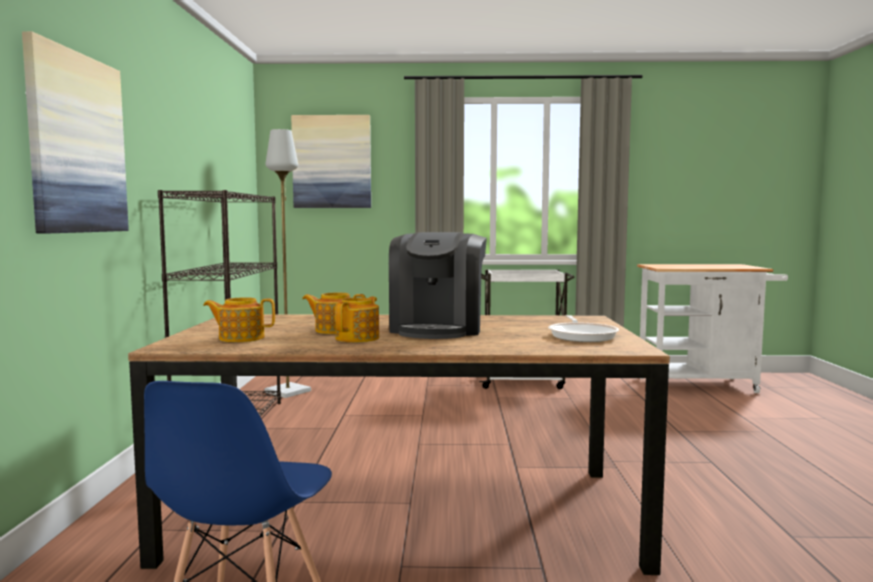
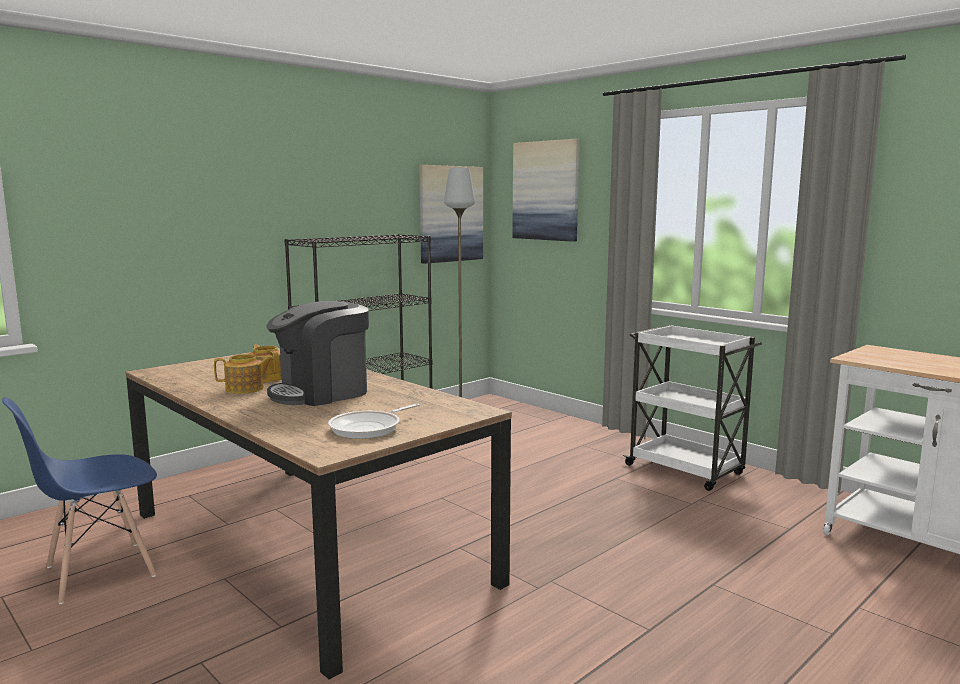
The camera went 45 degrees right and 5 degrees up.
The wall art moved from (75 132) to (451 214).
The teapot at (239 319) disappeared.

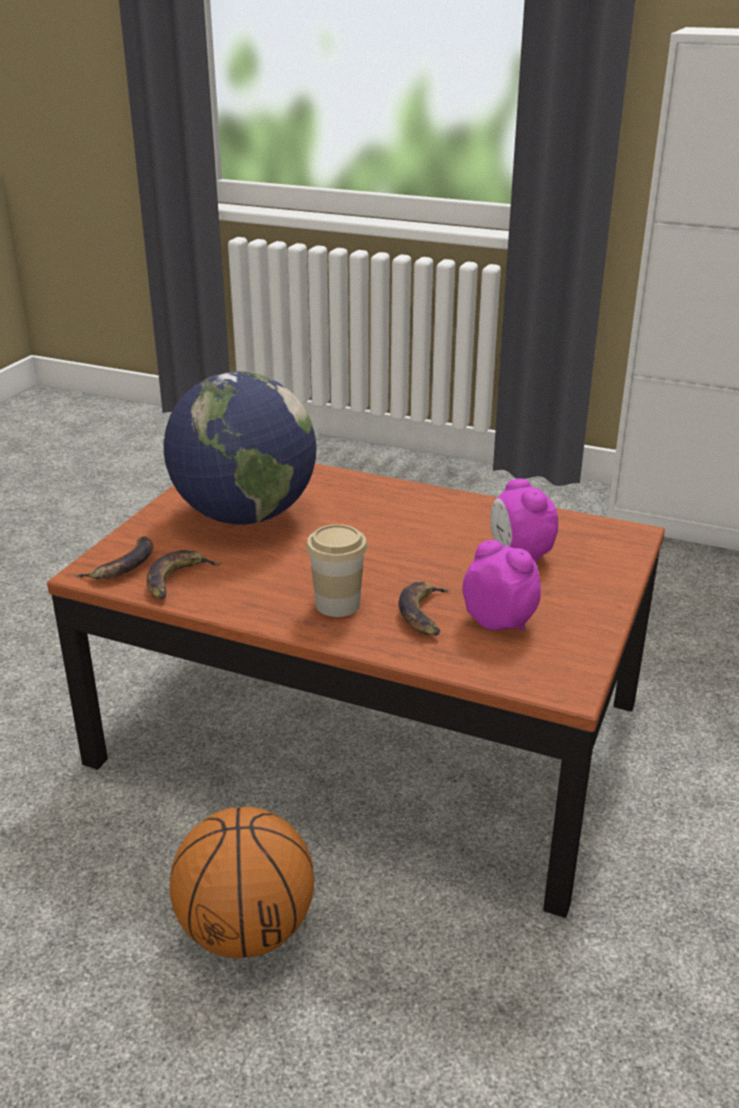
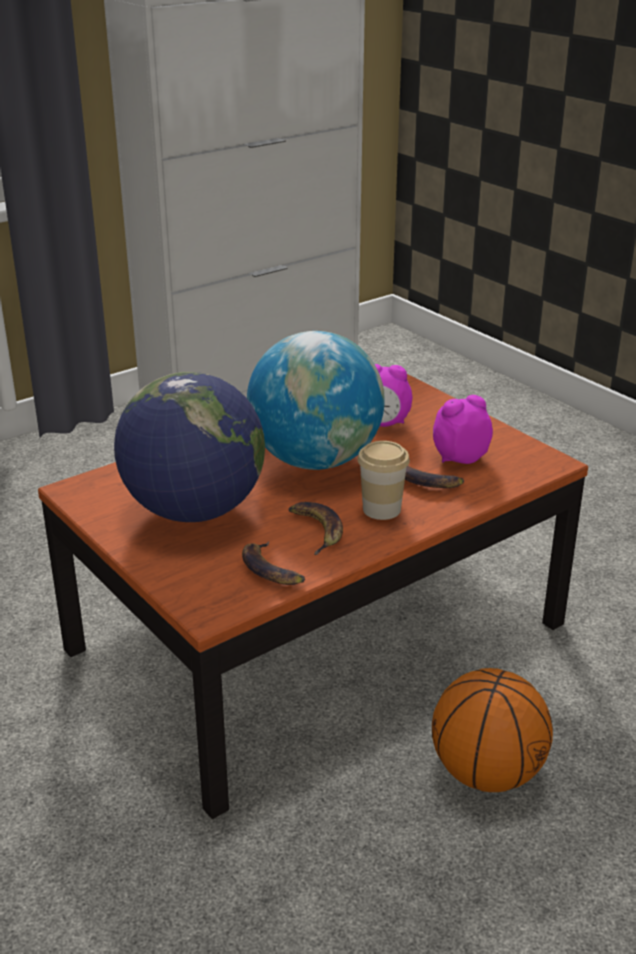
The camera went 60 degrees left and 0 degrees up.
The banana fruit moved from (113 558) to (315 528).
The globe at (316 400) appeared.

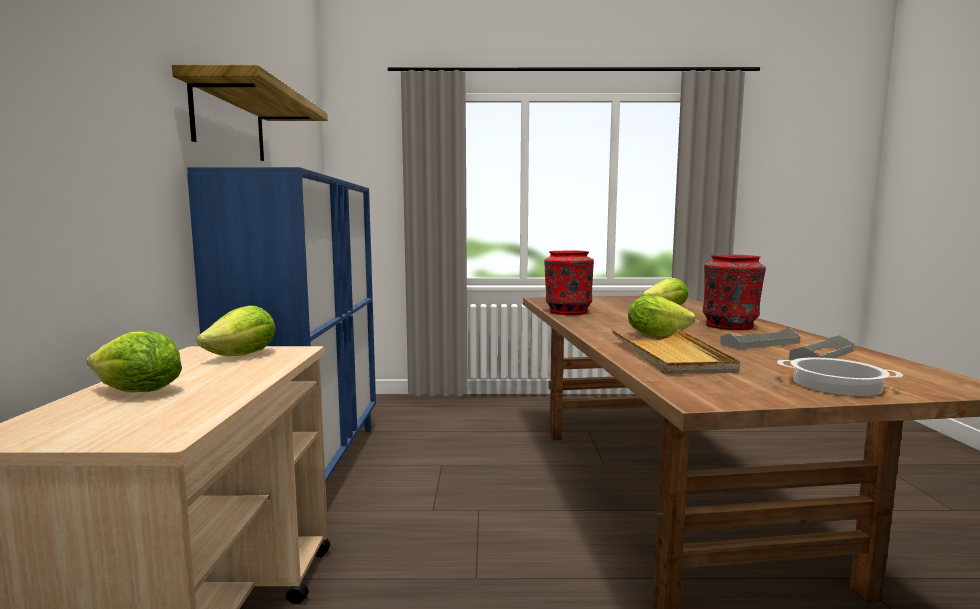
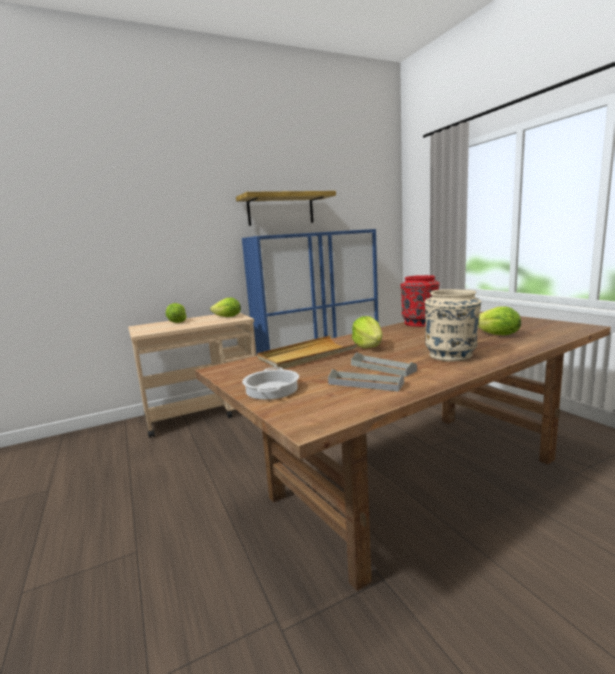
The camera went 65 degrees right and 5 degrees up.
The red flower vase at (734 292) became the beige flower vase at (453 325).

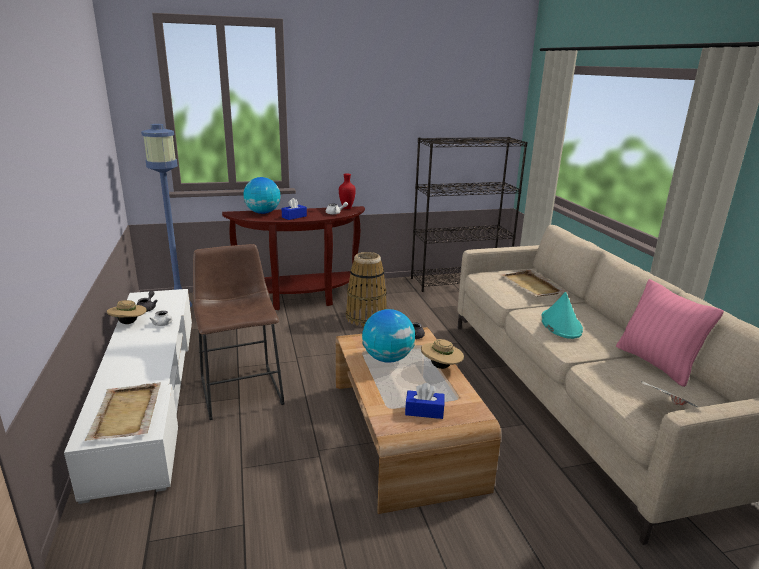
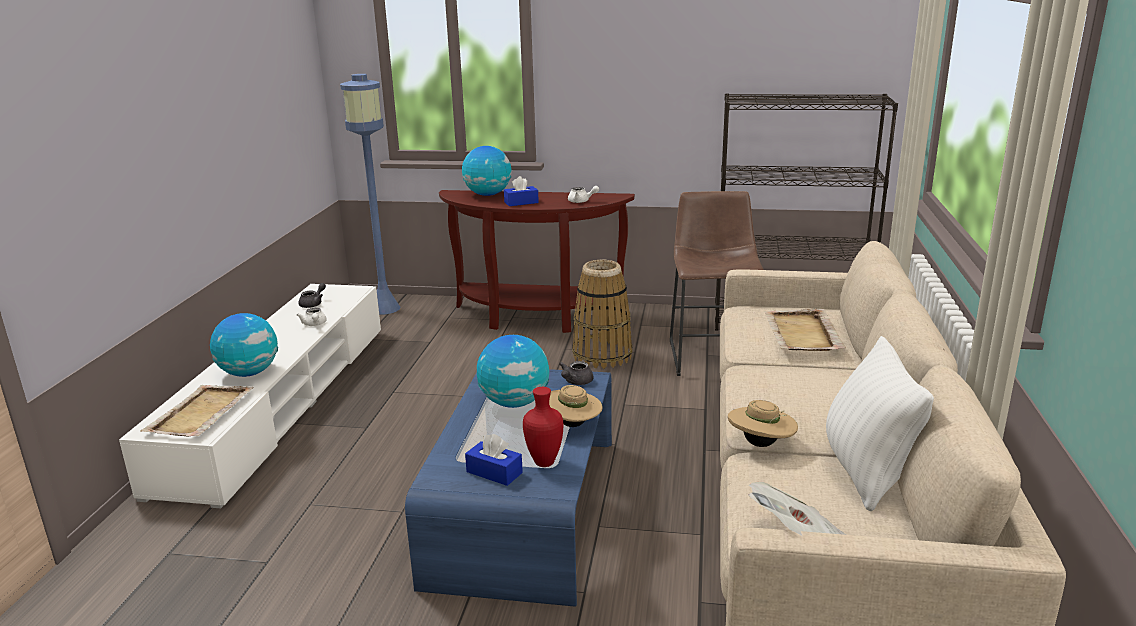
The camera went 25 degrees right and 0 degrees up.
The beige wearable hat moved from (127 312) to (763 423).
The brown stool moved from (238 332) to (717 283).
The brown low table at (418 420) became the blue-coloured low table at (508 488).
The red flower vase moved from (347 191) to (543 427).
The turquoise-coloured wearable hat at (562 315) disappeared.
The pink cushion at (670 333) became the white cushion at (880 423).
The globe at (244 345) appeared.

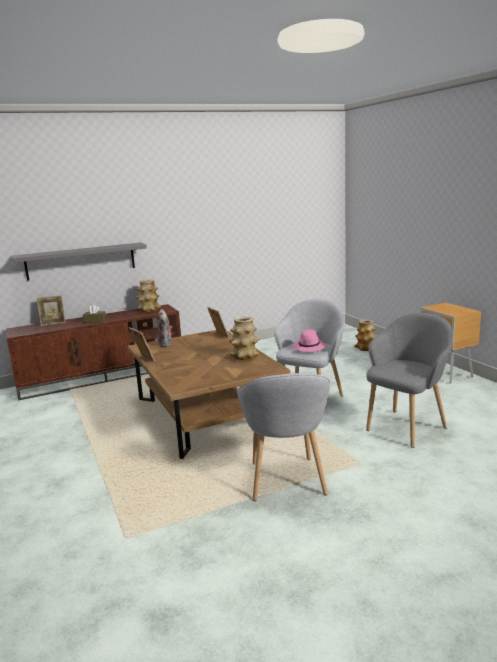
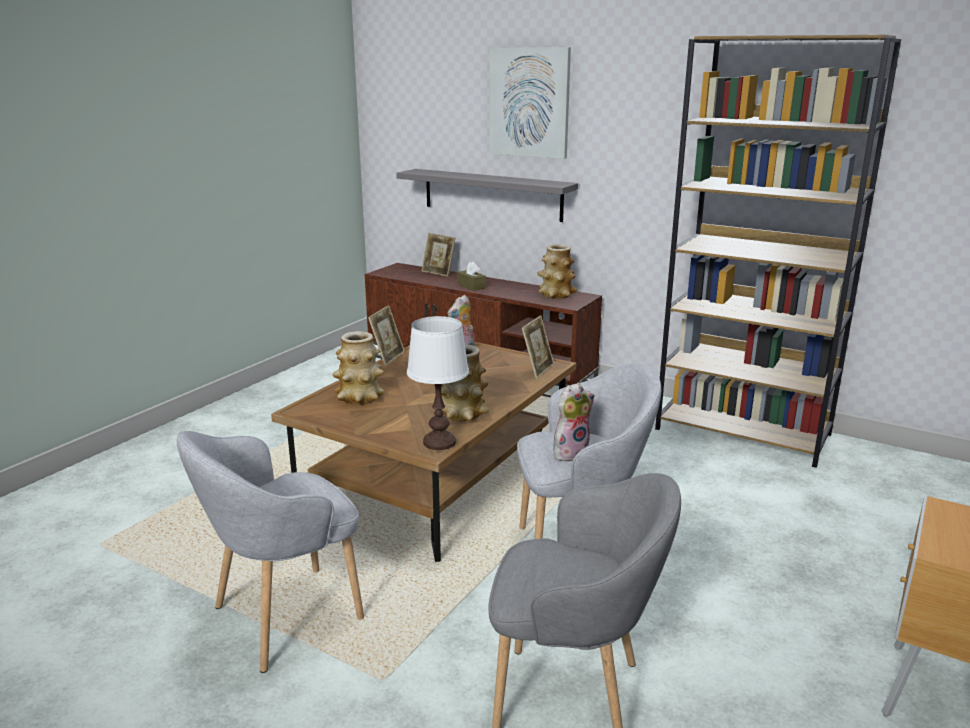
The camera went 55 degrees right and 5 degrees up.
The pink wearable hat at (310 340) was replaced by the soft toy at (574 422).
The flower vase moved from (365 335) to (358 368).
The white tabletop lamp at (438 383) appeared.
The wall art at (530 103) appeared.
The brown bookcase at (778 251) appeared.

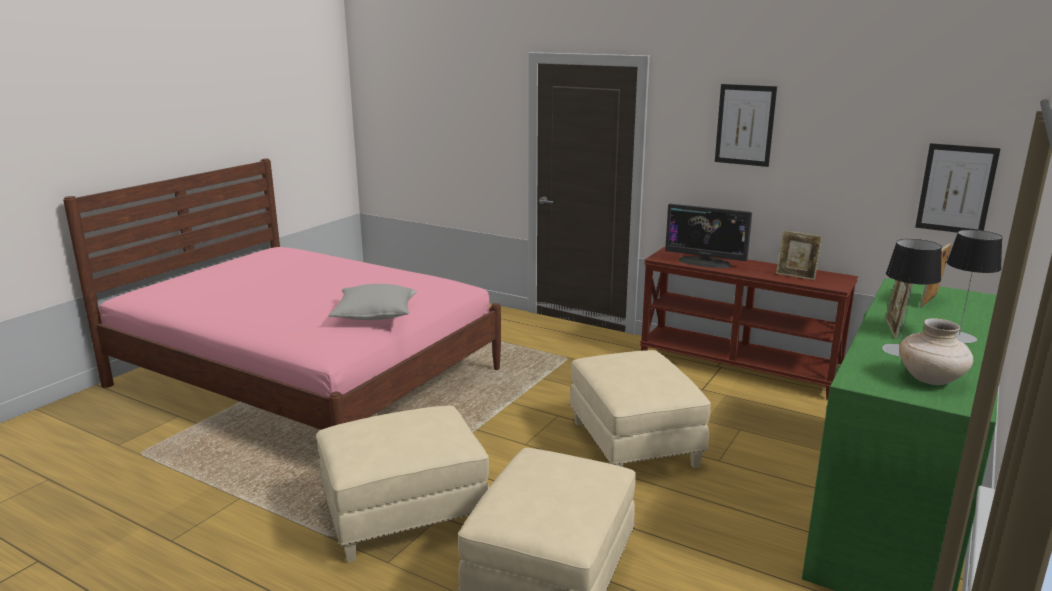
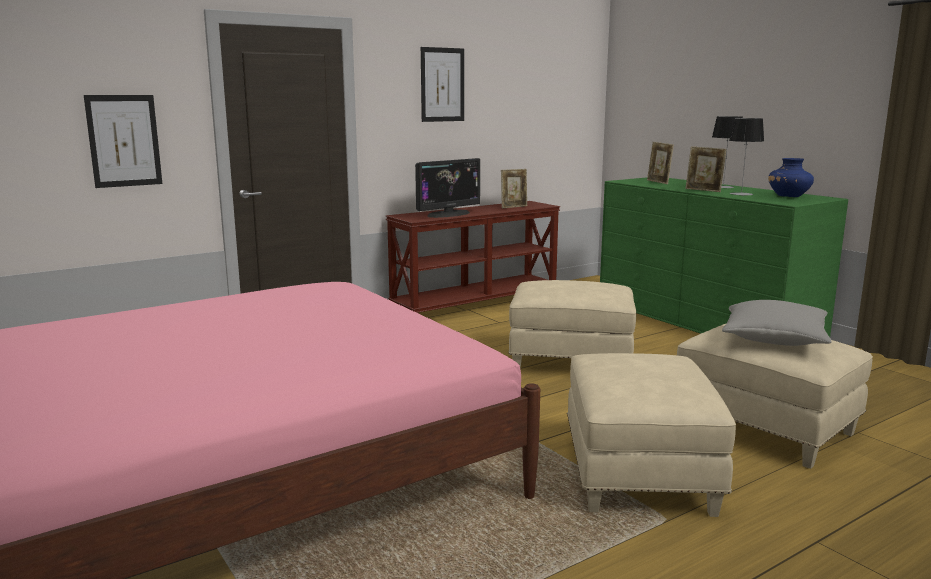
The camera went 65 degrees left and 5 degrees down.
The grey cushion moved from (372 302) to (776 323).
The beige flower vase at (936 351) became the blue-coloured flower vase at (791 177).
The wall art moved from (958 188) to (123 141).

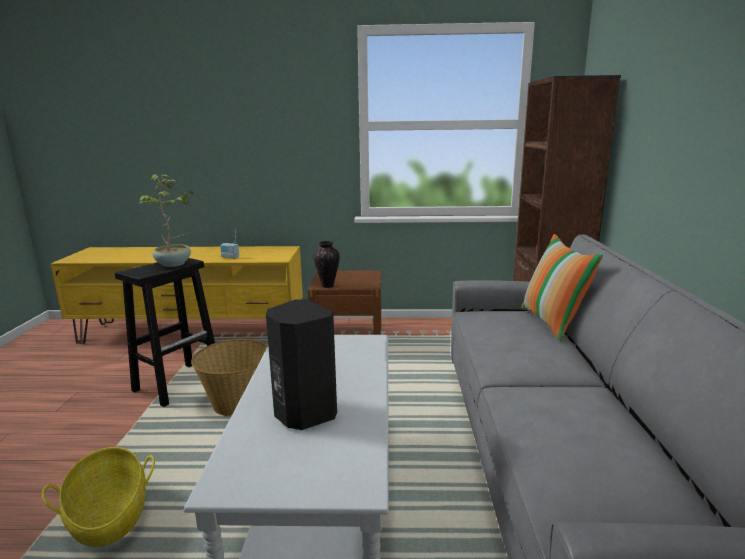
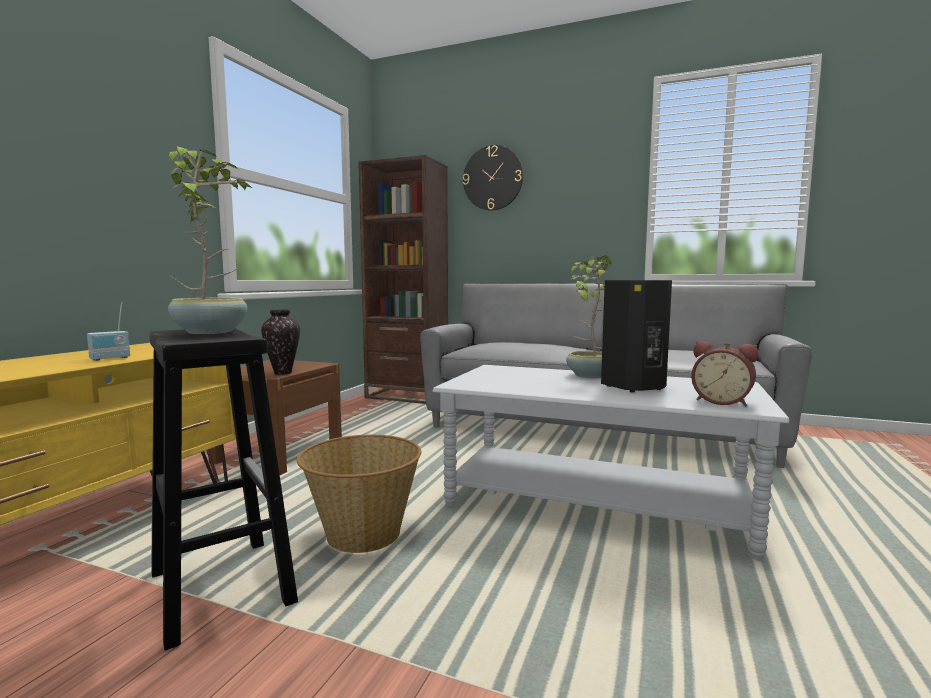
The camera went 70 degrees left and 10 degrees down.
The basket at (98 497) disappeared.
The cushion at (562 287) disappeared.
The hanging clock at (493 178) appeared.
The potted plant at (589 316) appeared.
The table clock at (724 373) appeared.

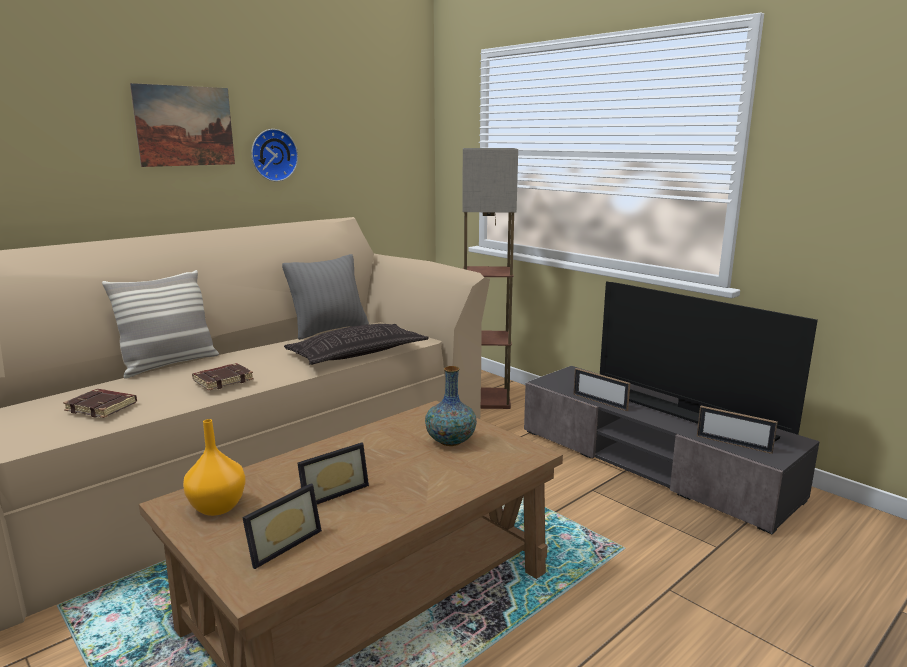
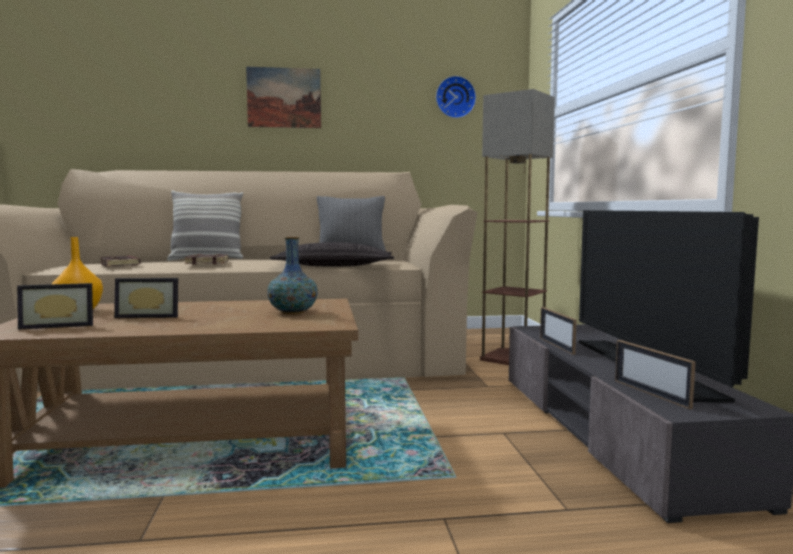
The camera went 35 degrees right and 10 degrees down.
The hanging clock moved from (274 155) to (456 97).

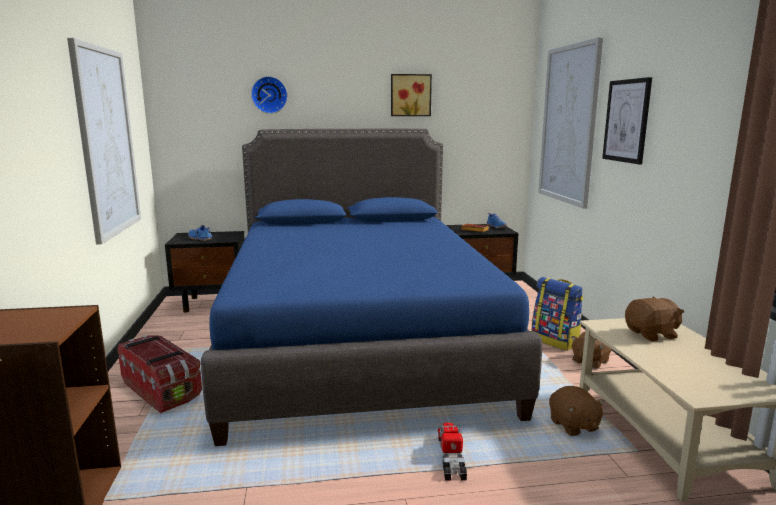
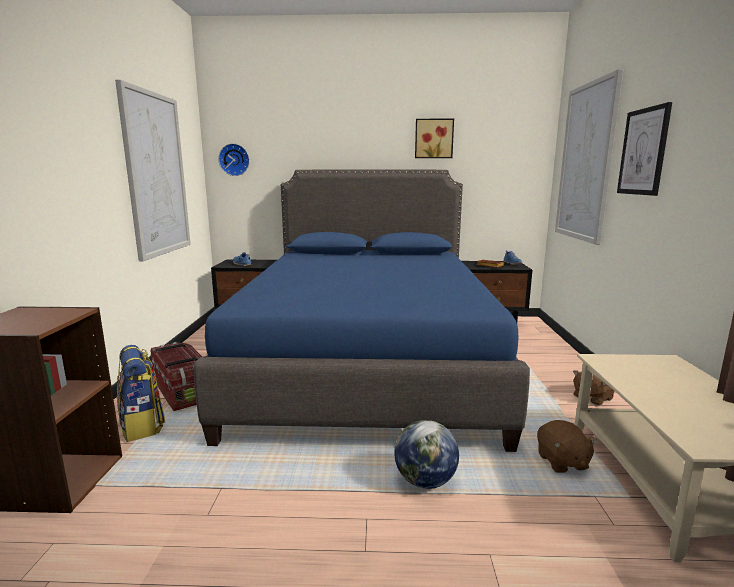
The camera went 10 degrees right and 0 degrees up.
The hanging clock moved from (269 95) to (234 159).
The toy lorry at (452 451) was replaced by the globe at (426 454).
The knapsack moved from (557 314) to (141 393).
The brown soft toy at (654 319) disappeared.

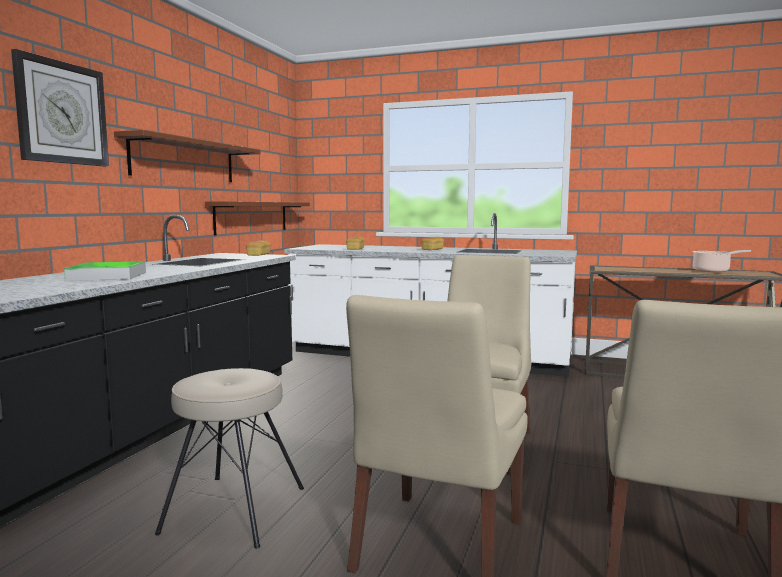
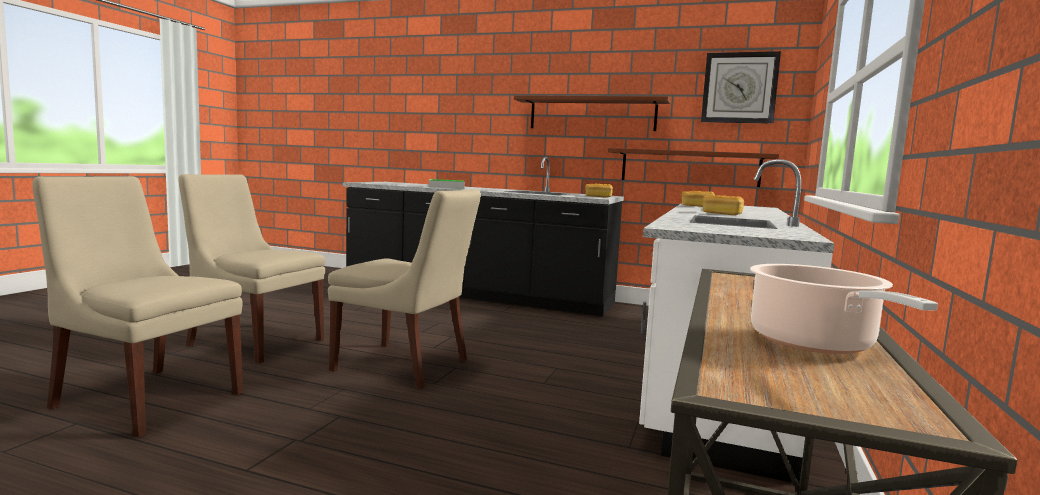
The camera went 90 degrees right and 0 degrees up.
The hanging clock moved from (60 108) to (741 87).
The beige stool at (229 458) disappeared.

